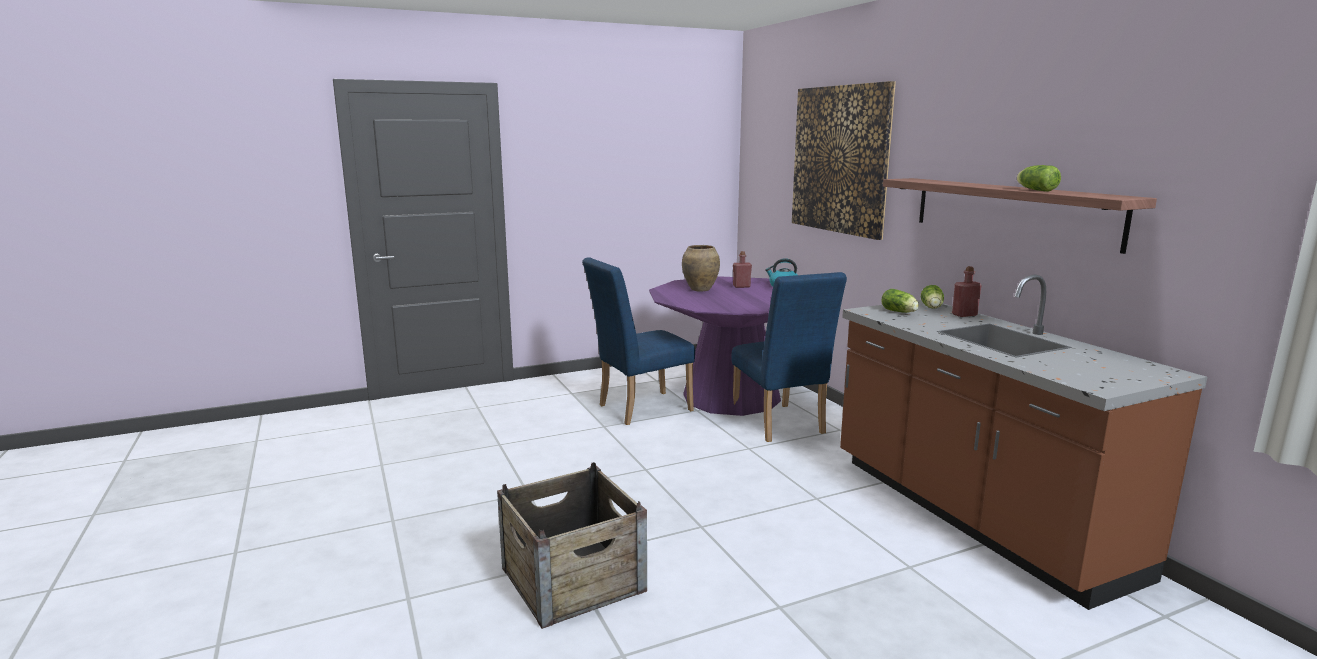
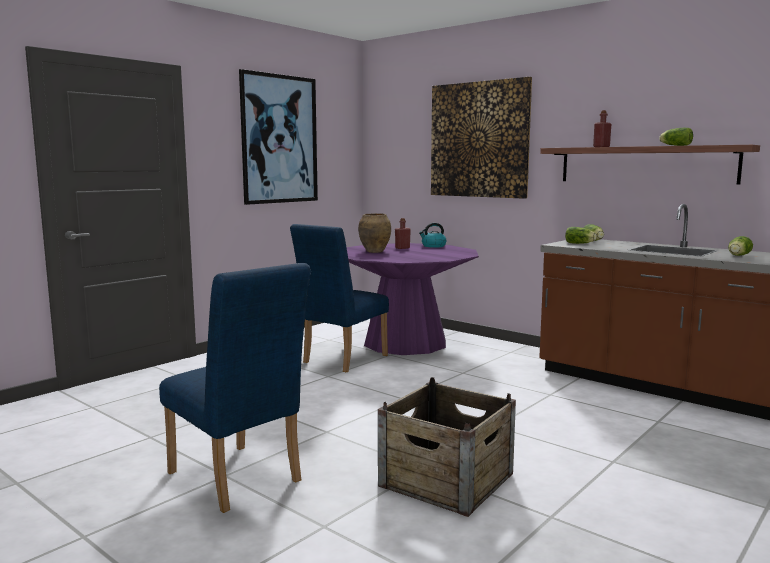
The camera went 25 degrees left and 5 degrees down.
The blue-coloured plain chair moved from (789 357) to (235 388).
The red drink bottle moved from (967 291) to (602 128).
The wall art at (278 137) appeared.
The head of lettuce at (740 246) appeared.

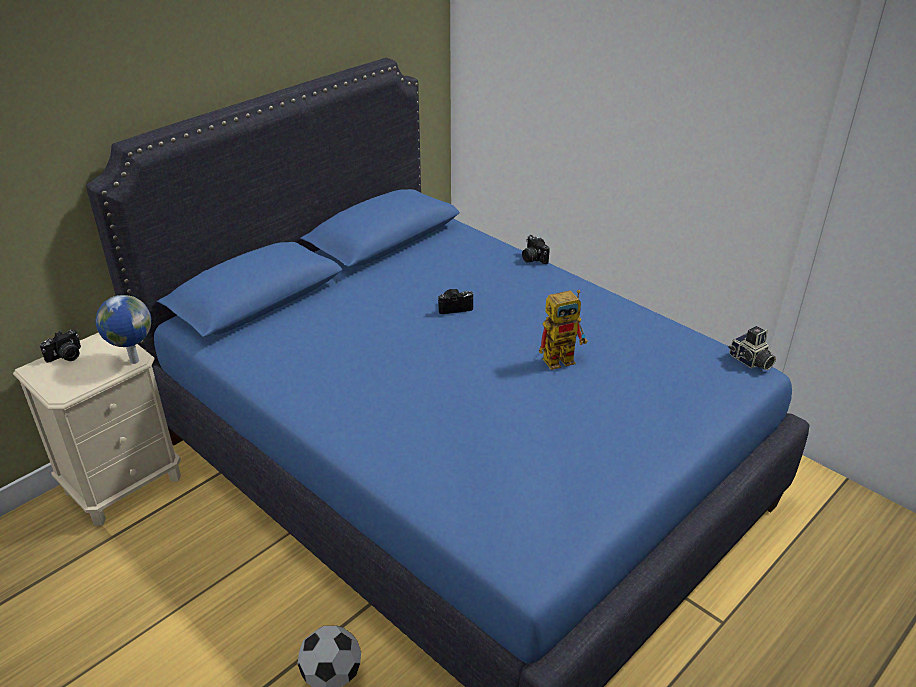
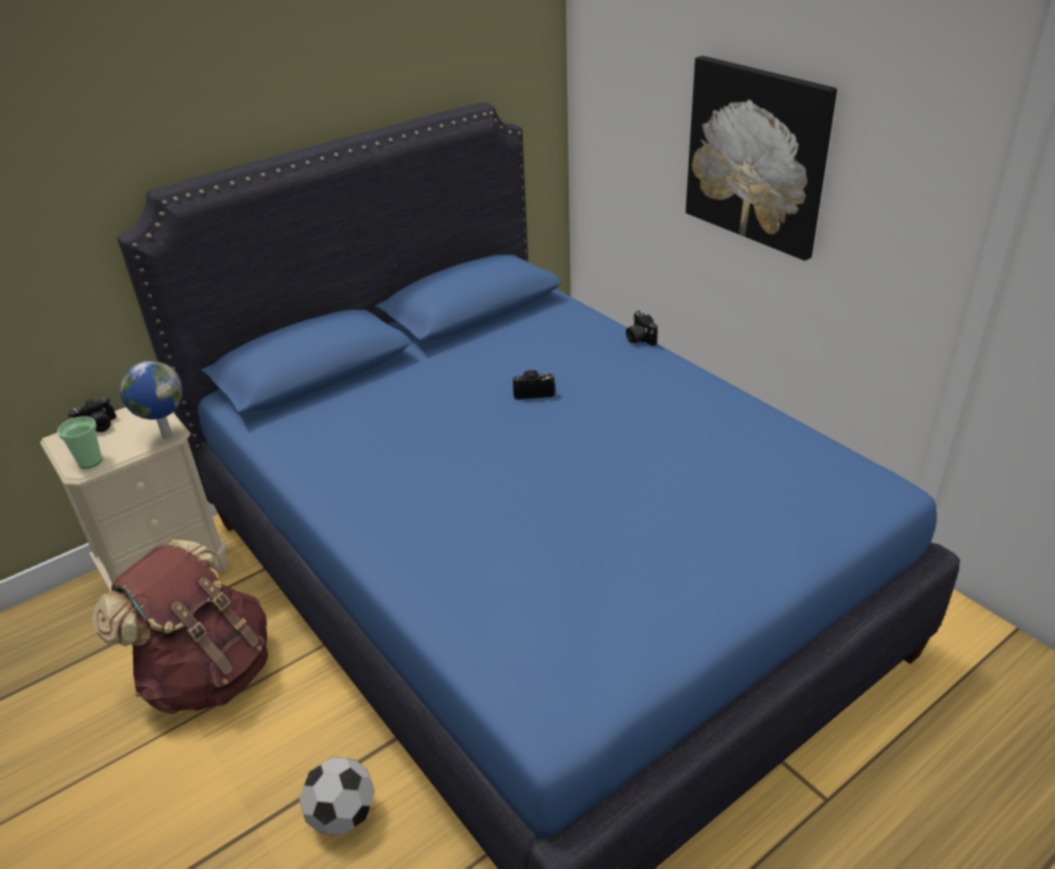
The camera went 10 degrees right and 0 degrees up.
The model robot at (563 330) disappeared.
The photo camera at (752 348) disappeared.
The drinking cup at (80 442) appeared.
The brown knapsack at (180 627) appeared.
The wall art at (761 158) appeared.

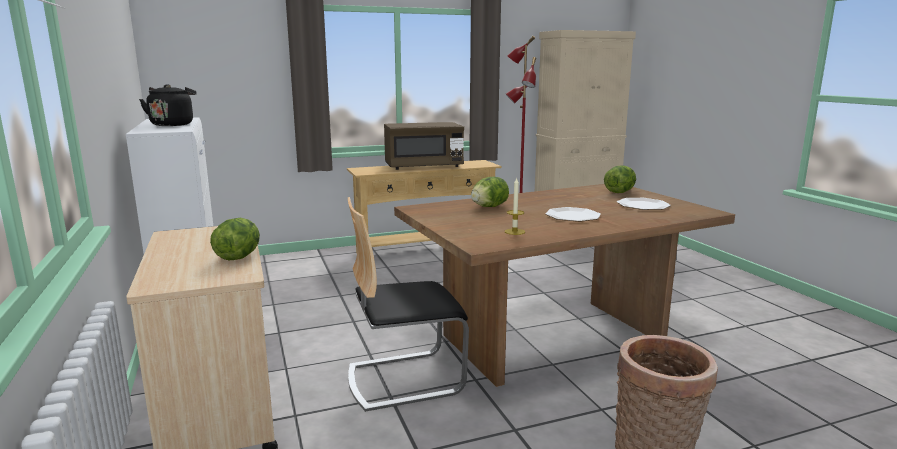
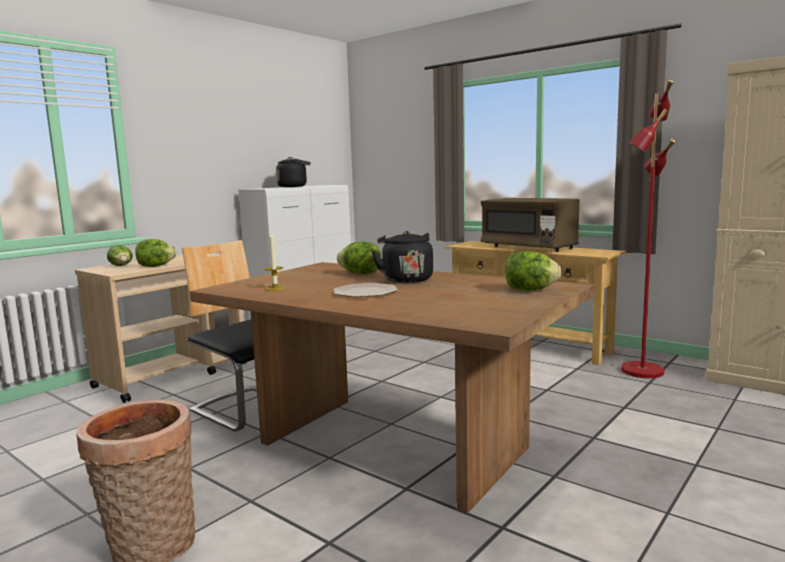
The camera went 60 degrees right and 5 degrees down.
The flat dish at (644 204) disappeared.
The head of lettuce at (120 255) appeared.
The black water kettle at (402 257) appeared.

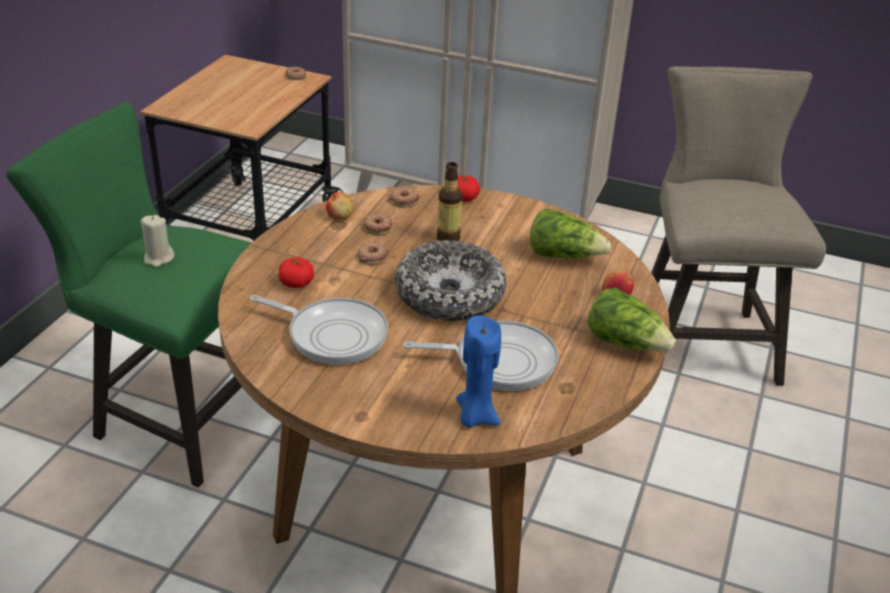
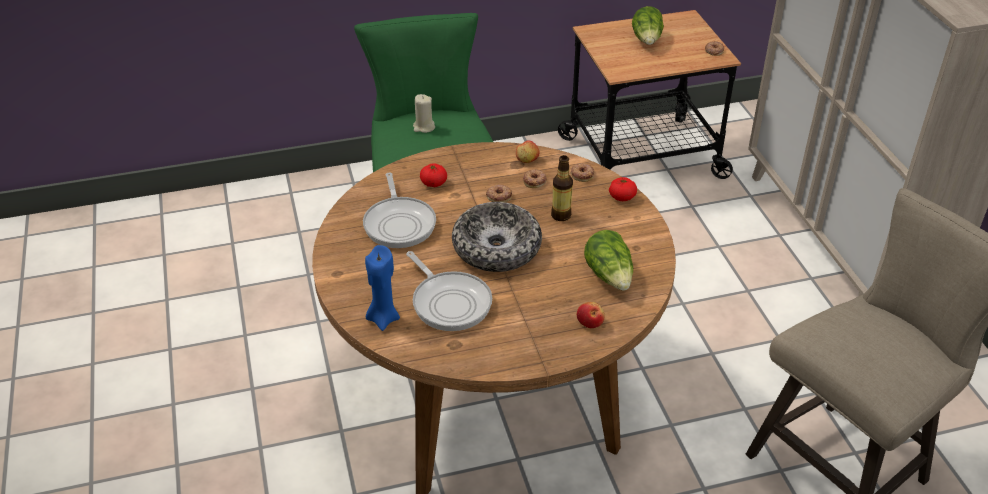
The camera went 55 degrees right and 5 degrees up.
The head of lettuce moved from (632 319) to (648 25).

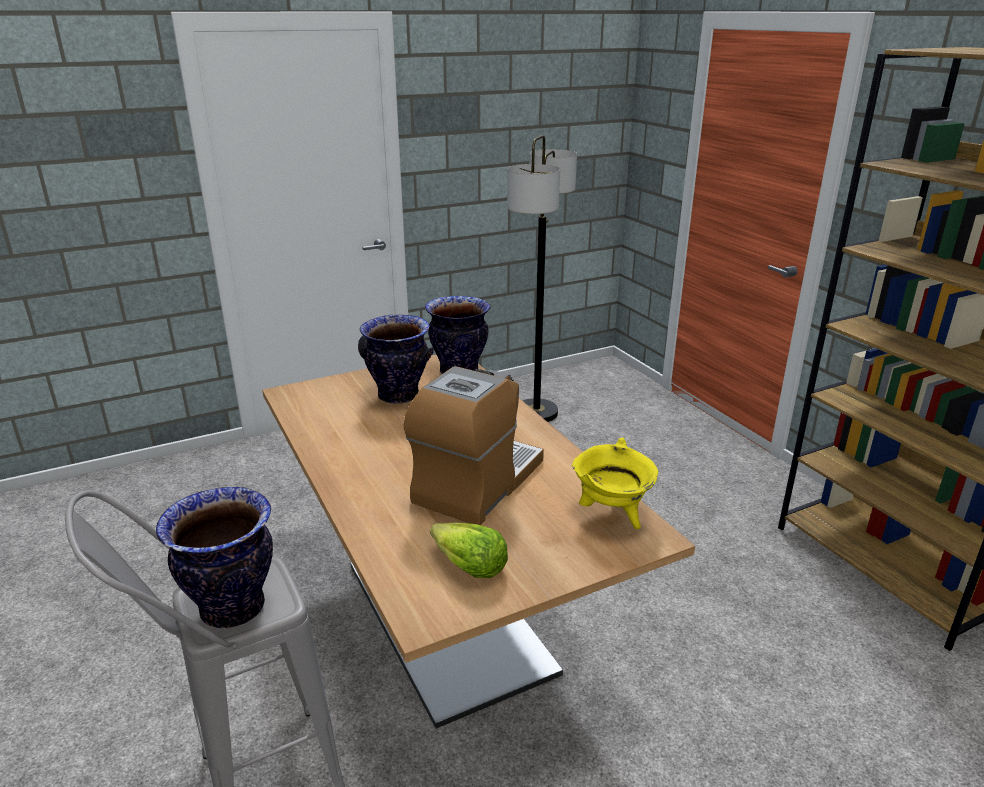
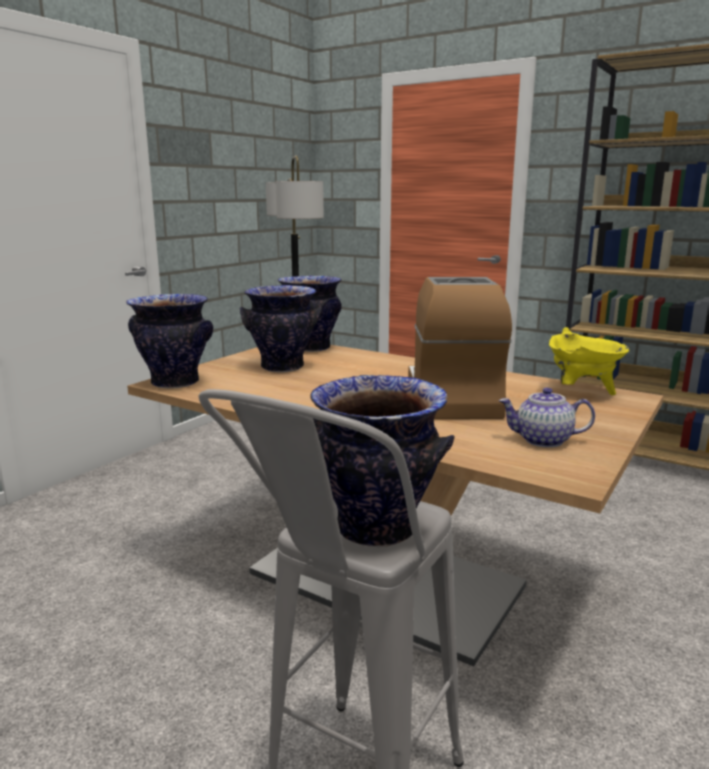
The camera went 30 degrees left and 10 degrees down.
The head of lettuce at (469 550) was replaced by the teapot at (547 417).
The flower vase at (169 341) appeared.

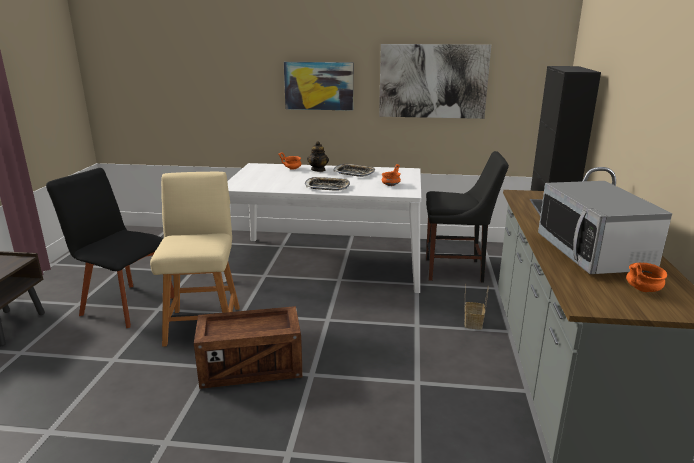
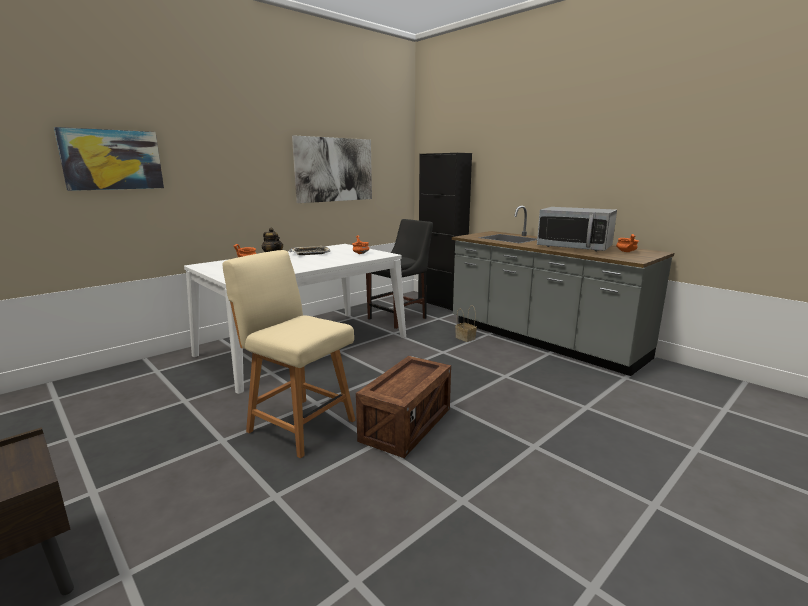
The camera went 50 degrees left and 5 degrees down.
The black plain chair at (110 248) disappeared.
The wall art moved from (318 86) to (109 159).
The tray at (327 184) disappeared.

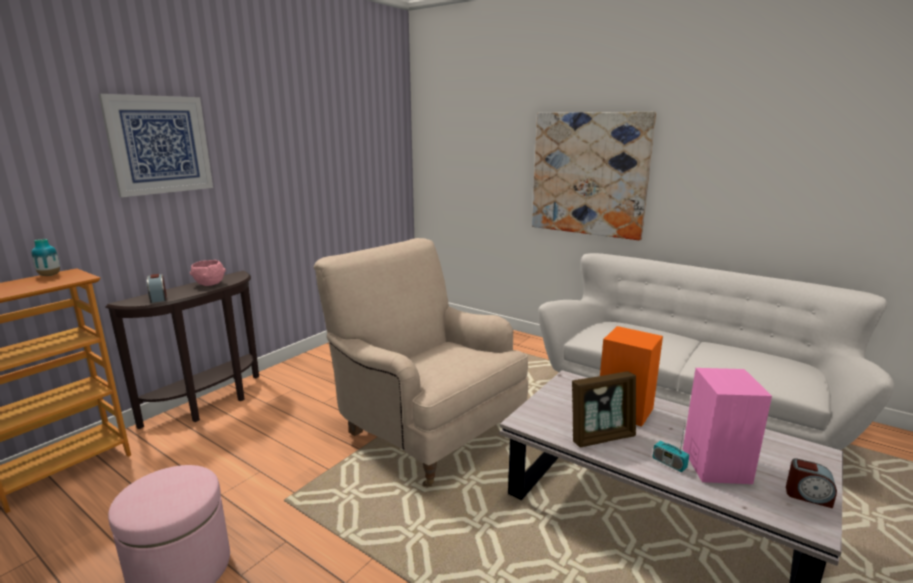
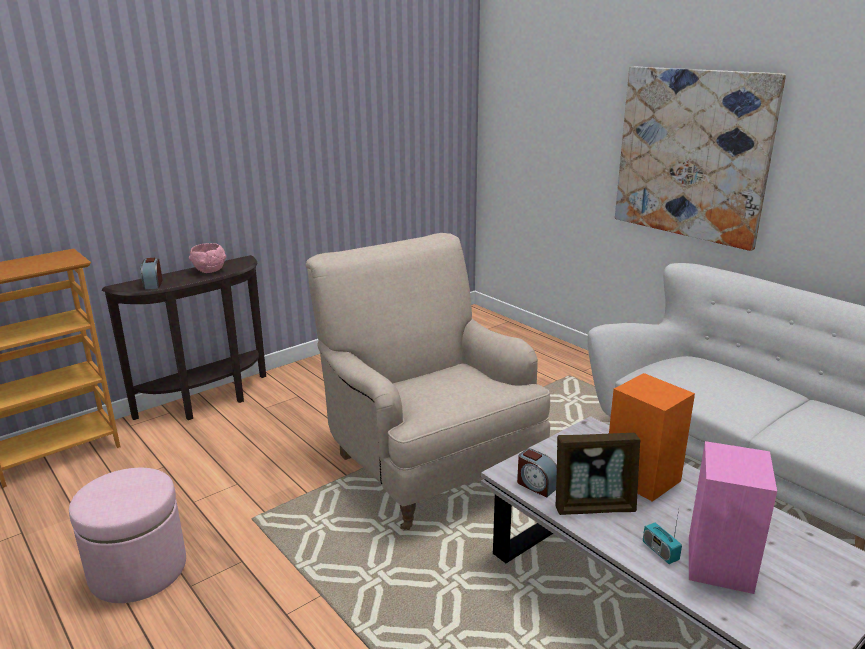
The camera went 15 degrees right and 5 degrees up.
The flower vase at (45 257) disappeared.
The wall art at (156 145) disappeared.
The table clock moved from (811 483) to (537 473).

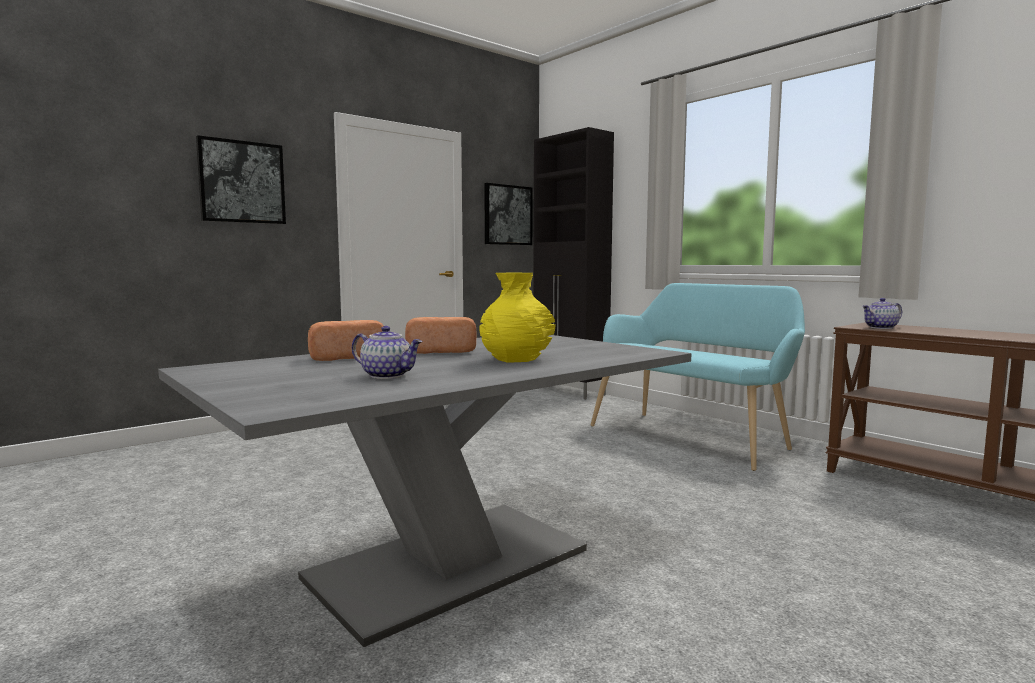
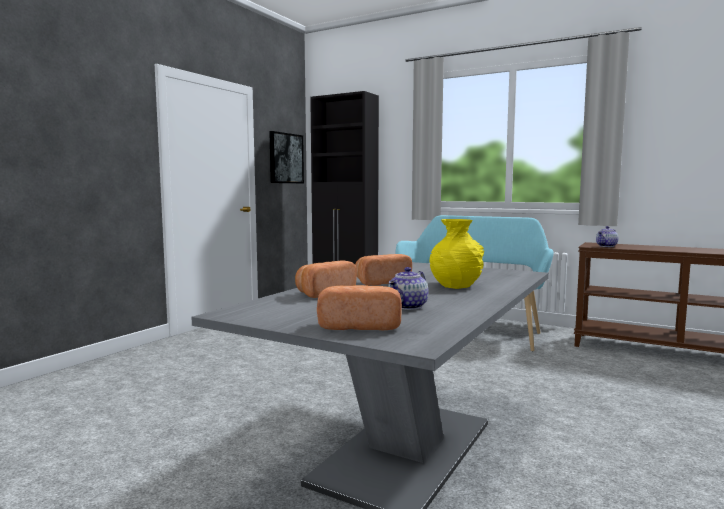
The camera went 20 degrees left and 0 degrees up.
The wall art at (241 179) disappeared.
The teapot at (387 352) turned 120 degrees clockwise.
The bakery bread at (359 307) appeared.

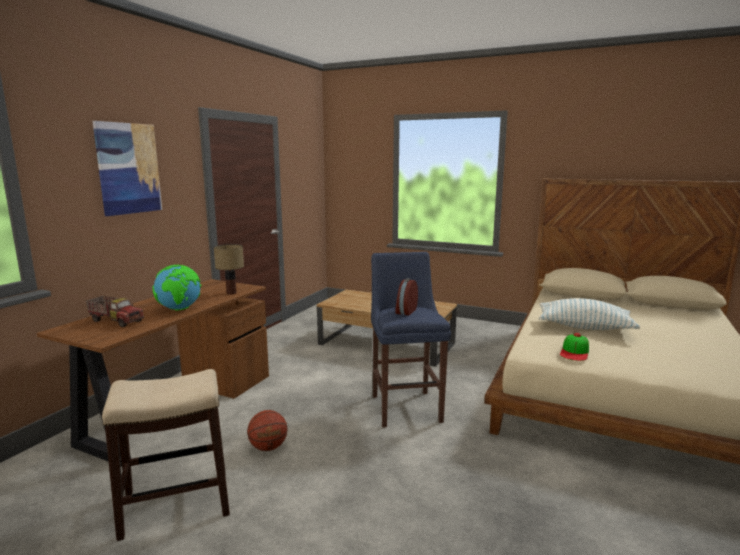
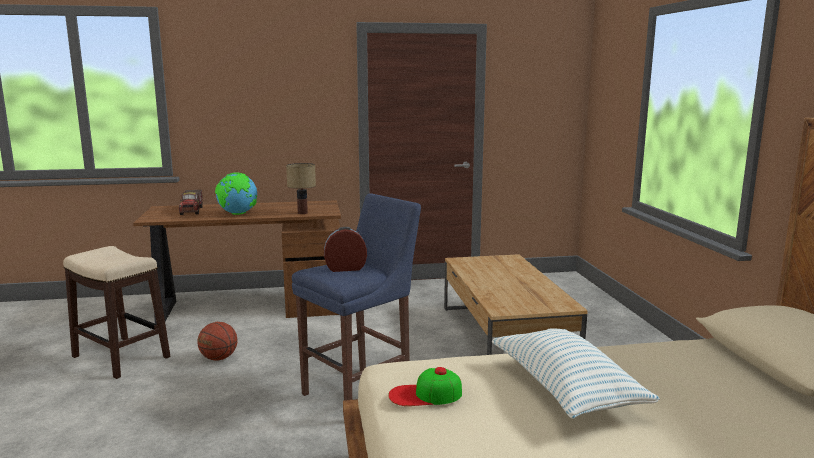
The camera went 55 degrees right and 0 degrees up.
The wall art at (127 168) disappeared.

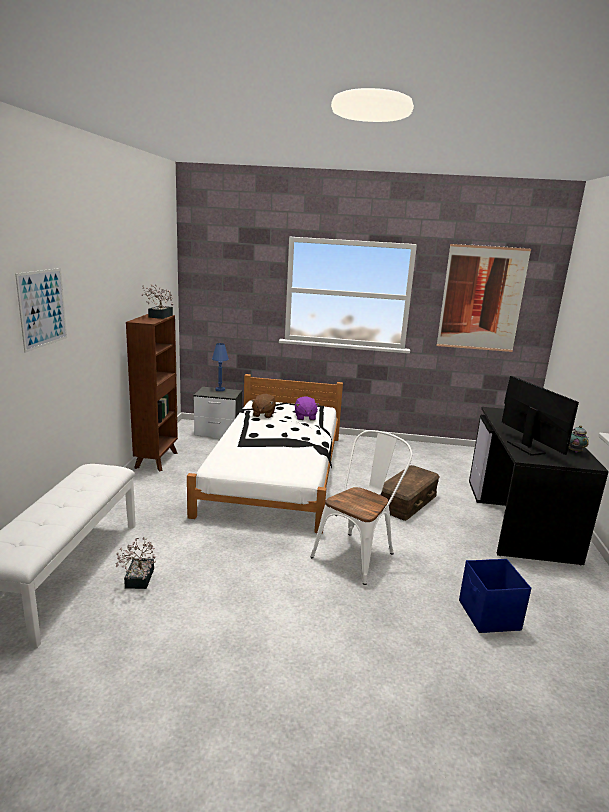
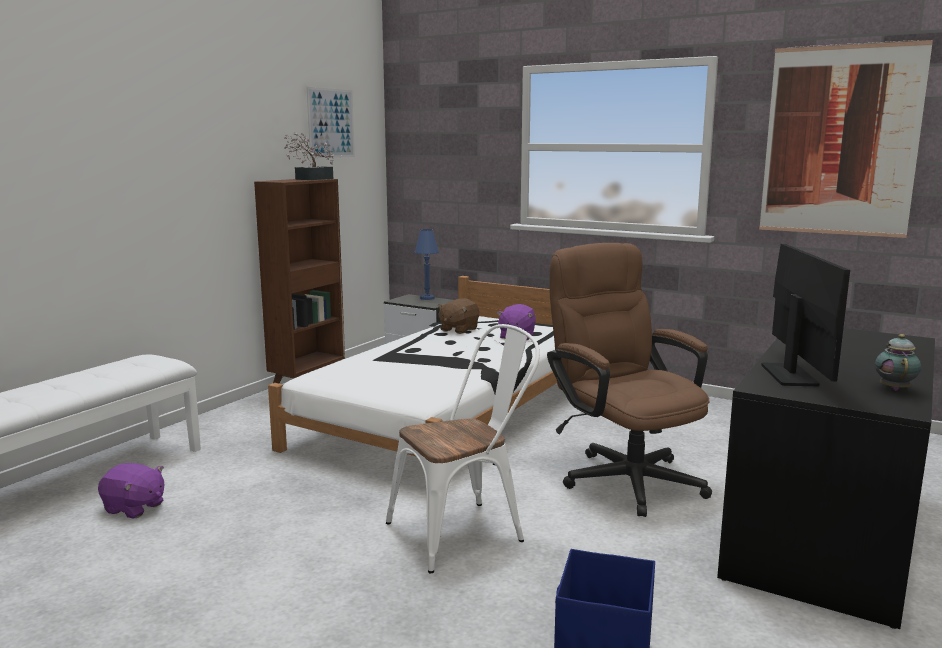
The camera went 25 degrees right and 5 degrees down.
The wall art moved from (41 310) to (331 122).
The potted plant at (136 563) was replaced by the purplish soft toy at (131 491).
The brown storage container at (410 493) was replaced by the brown computer chair at (629 380).

